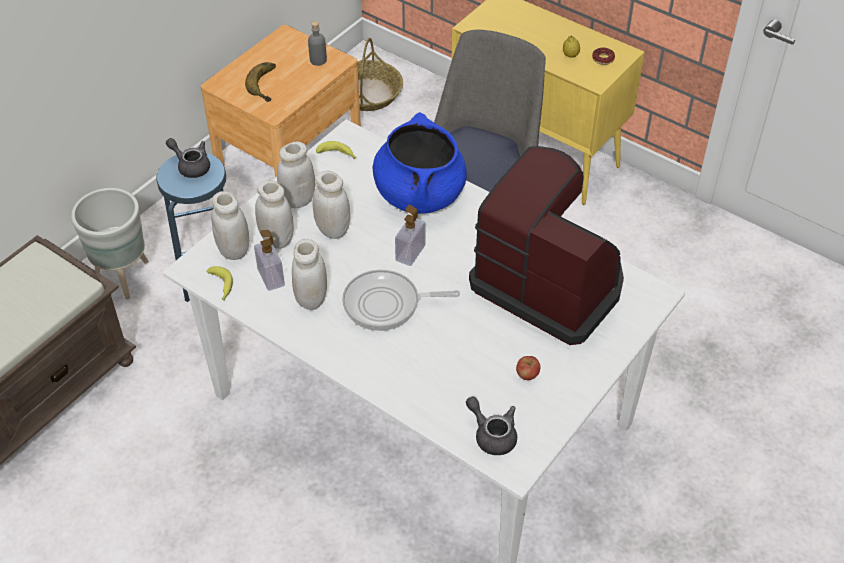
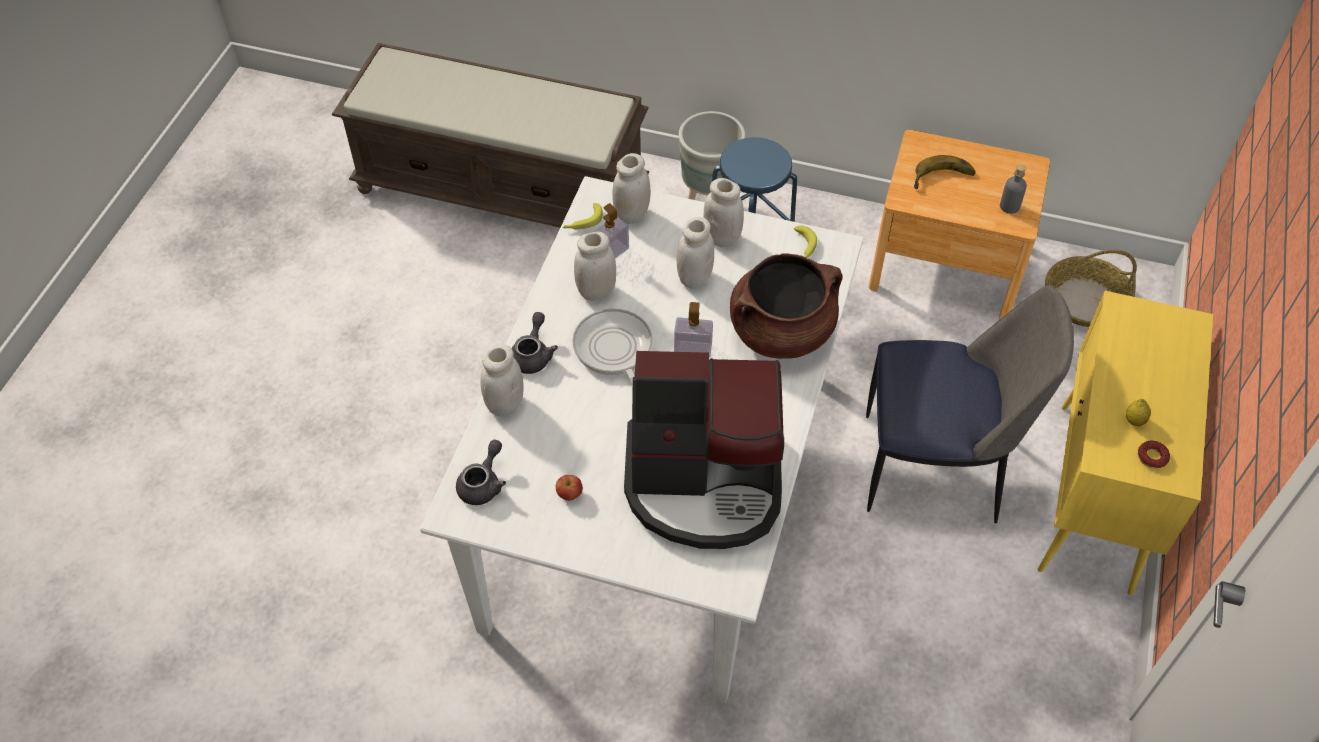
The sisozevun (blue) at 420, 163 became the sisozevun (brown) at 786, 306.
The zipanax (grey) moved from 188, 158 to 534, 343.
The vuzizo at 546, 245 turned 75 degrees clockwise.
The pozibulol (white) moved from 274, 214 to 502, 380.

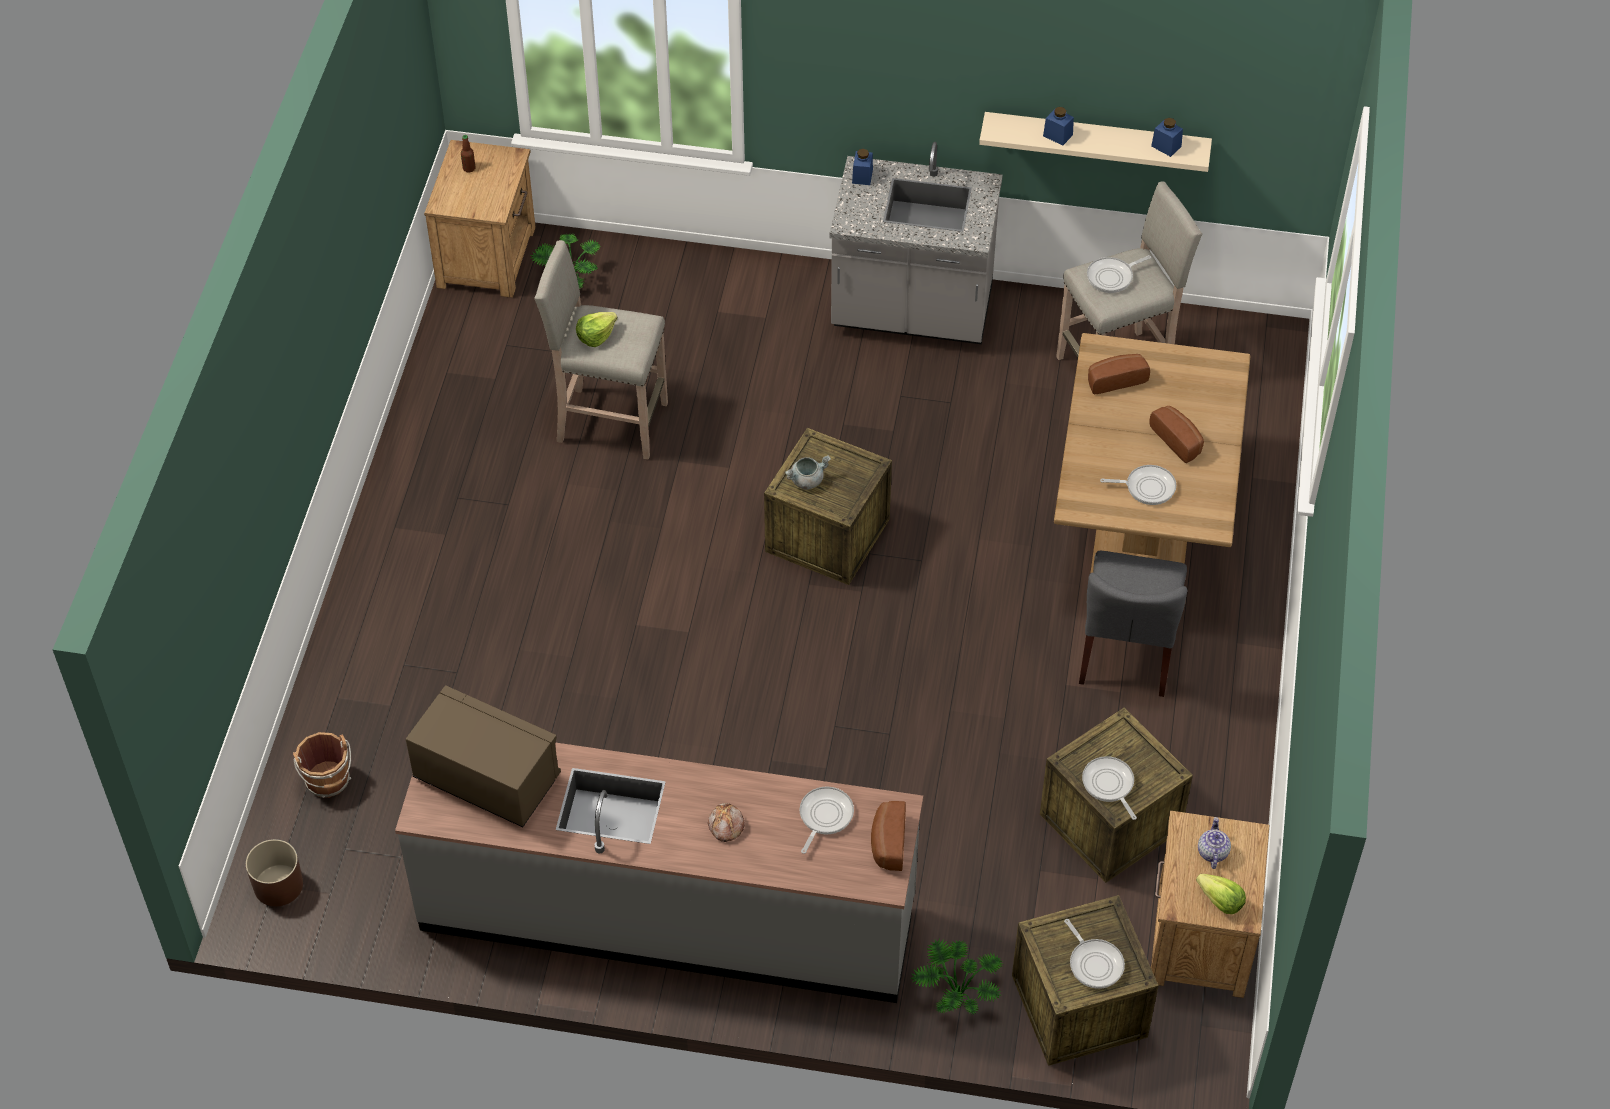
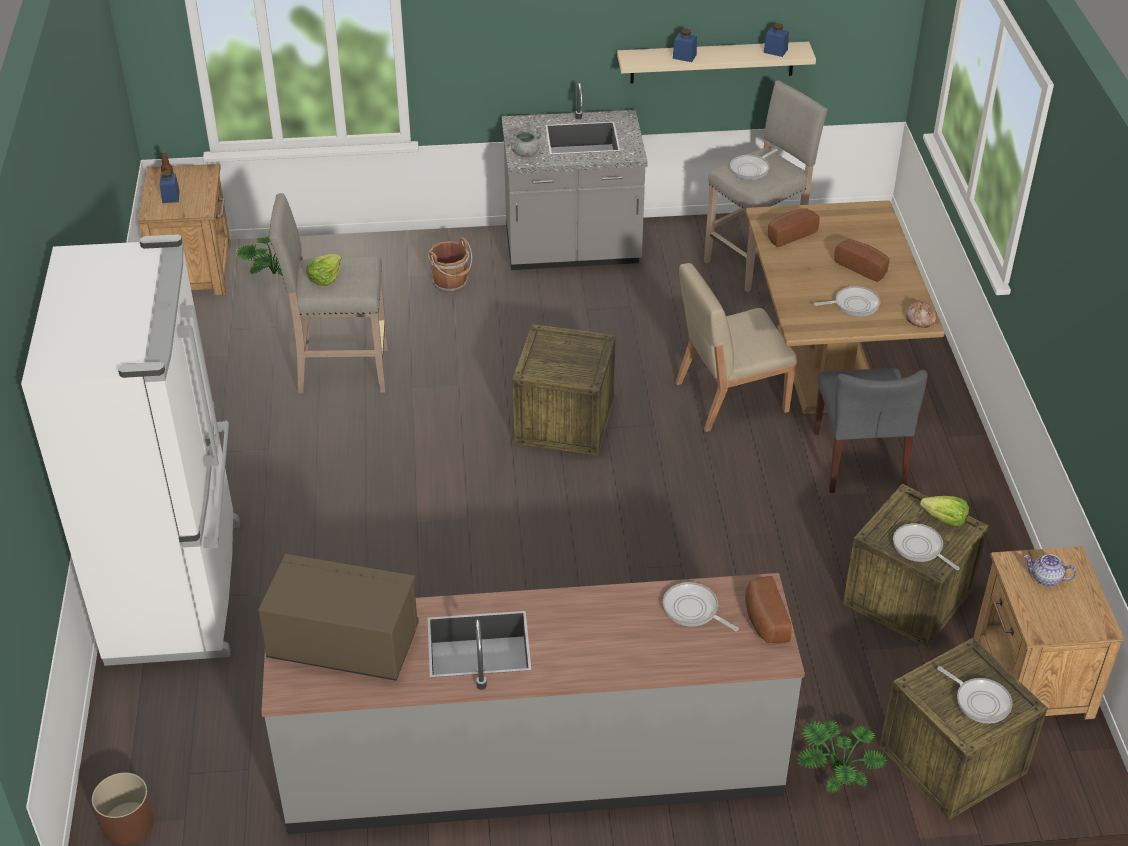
The pozibulol (blue) moved from 862, 167 to 170, 186.
The sisozevun (grey) moved from 808, 472 to 526, 141.
The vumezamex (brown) moved from 322, 765 to 450, 265.
The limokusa at 827, 820 turned 60 degrees counterclockwise.
The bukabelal moved from 726, 822 to 921, 314.
The zipanax at 1214, 843 turned 60 degrees counterclockwise.
The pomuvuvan moved from 1221, 894 to 944, 511.
The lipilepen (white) at 130, 450 appeared.
The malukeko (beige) at 736, 347 appeared.

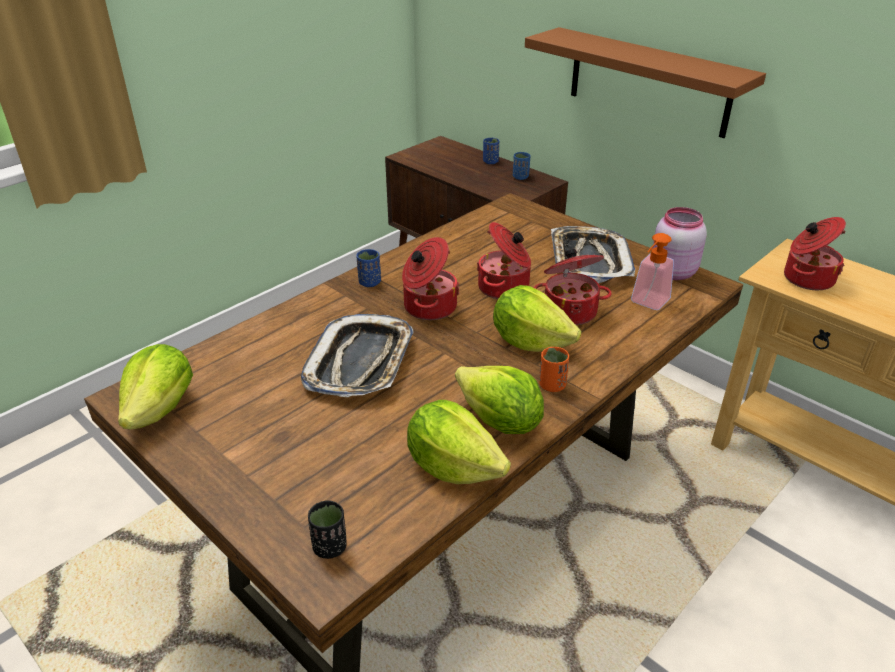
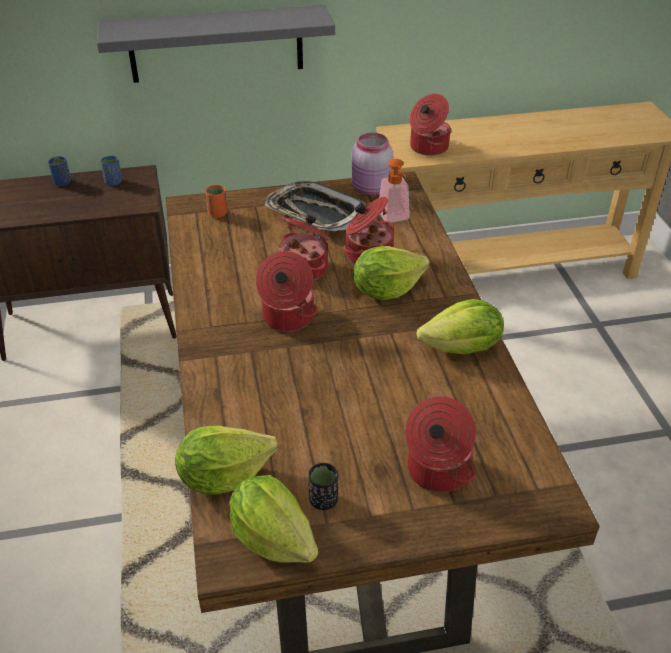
The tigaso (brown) at 645, 82 became the tigaso (grey) at 216, 44.
The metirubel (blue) at 368, 268 disappeared.
The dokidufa at 357, 355 disappeared.
The metirubel (orange) moved from 554, 369 to 216, 201.
The pomuvuvan moved from 459, 442 to 226, 460.
The metirubel (black) moved from 327, 529 to 323, 486.
The sisozevun at 440, 444 appeared.

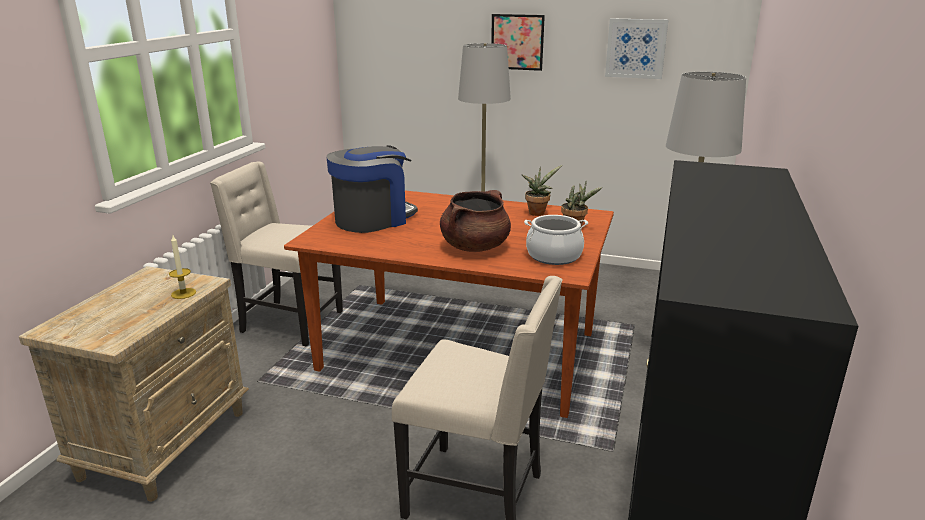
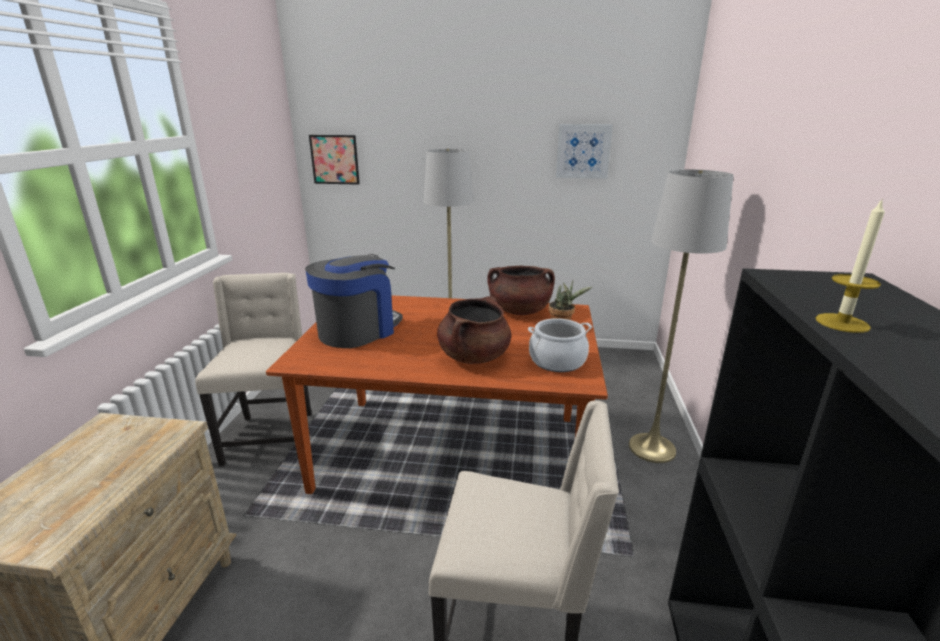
The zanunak moved from 518, 42 to 334, 160.
The malukeko (beige) at 276, 254 turned 75 degrees clockwise.
The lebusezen at 541, 190 was replaced by the sisozevun (brown) at 521, 290.
The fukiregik moved from 182, 267 to 850, 265.

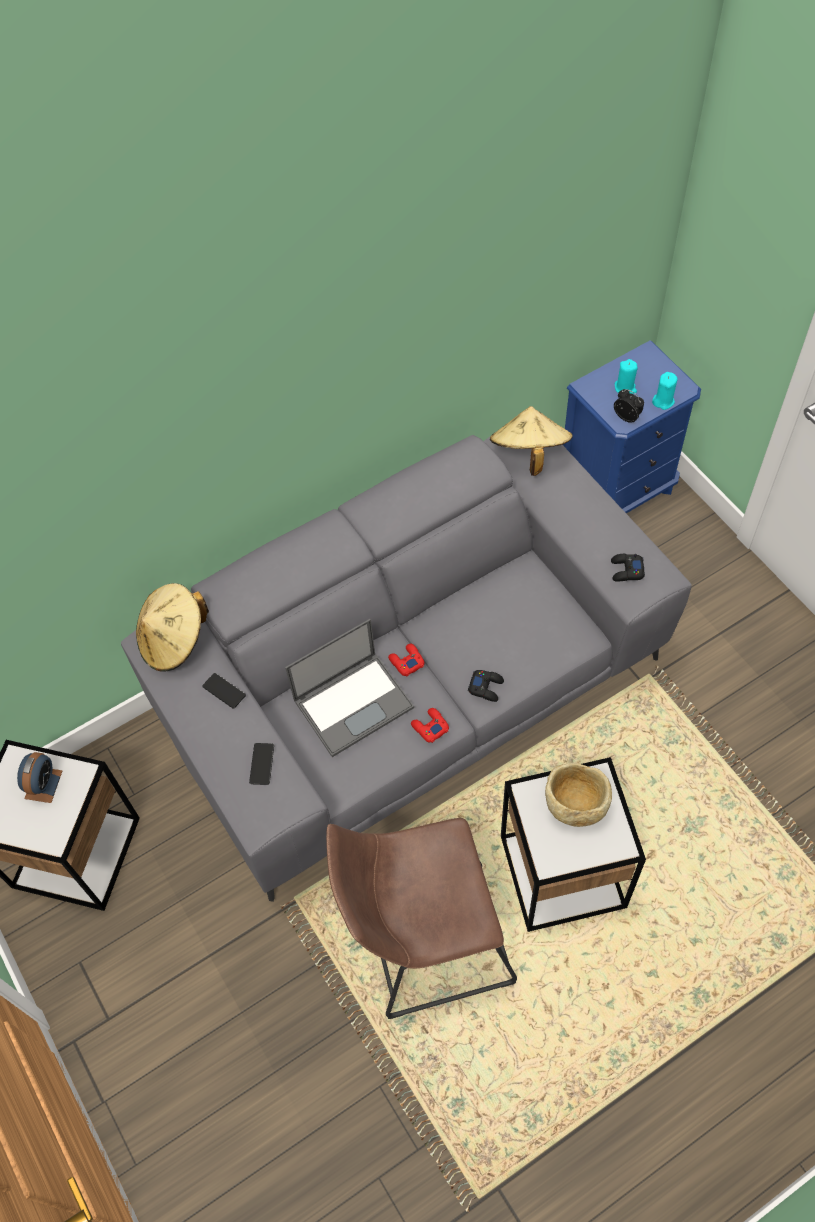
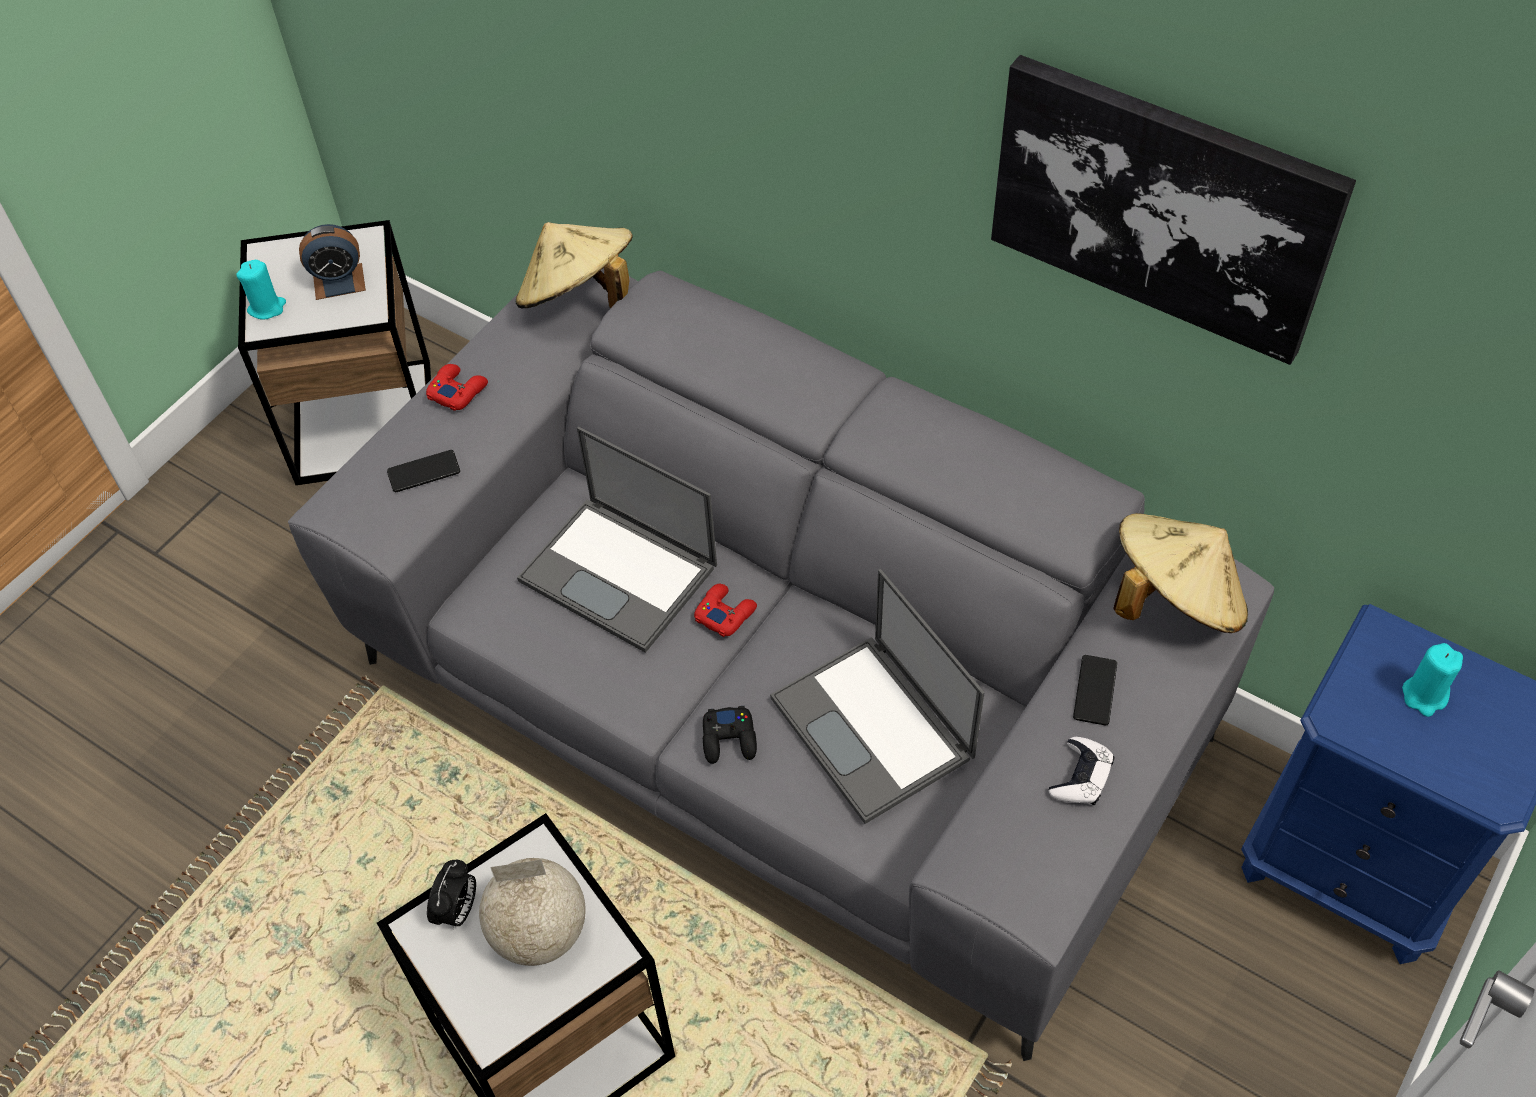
The fukiregik (turquoise) moved from 665, 391 to 261, 290.
The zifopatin moved from 629, 406 to 451, 894.
The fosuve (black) at 628, 568 disappeared.
The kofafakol moved from 224, 691 to 1095, 690.
The fosuve (red) moved from 430, 725 to 457, 387.
The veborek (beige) at 578, 795 was replaced by the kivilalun at 532, 912.
The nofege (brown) at 421, 918 disappeared.
The zanunak at 1173, 210 appeared.
The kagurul at 877, 696 appeared.
The fosuve (white) at 1081, 771 appeared.

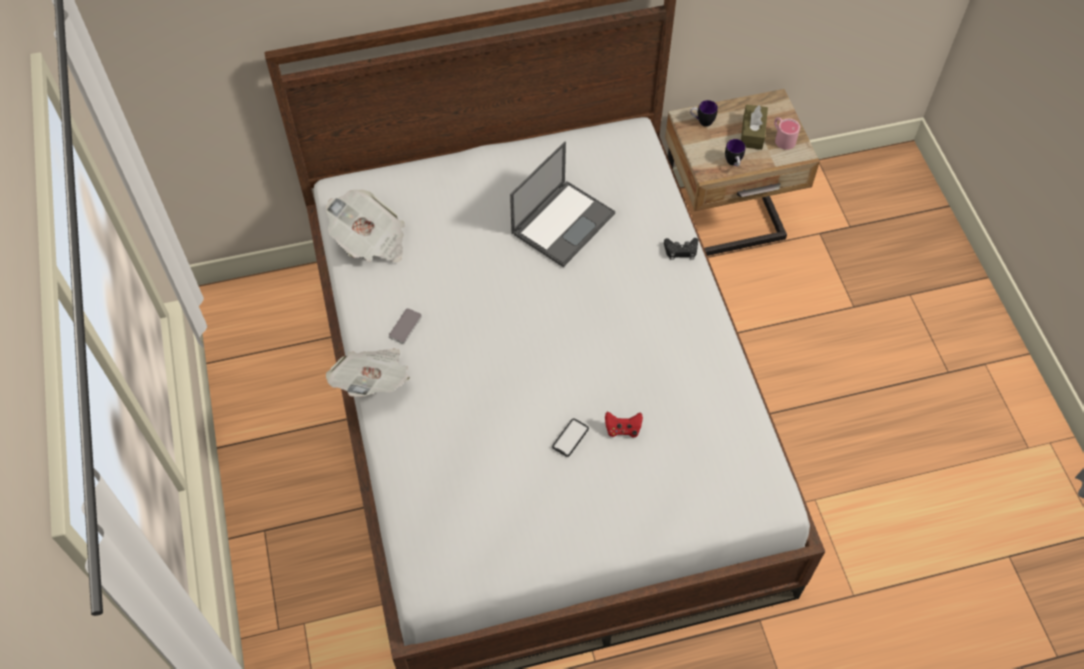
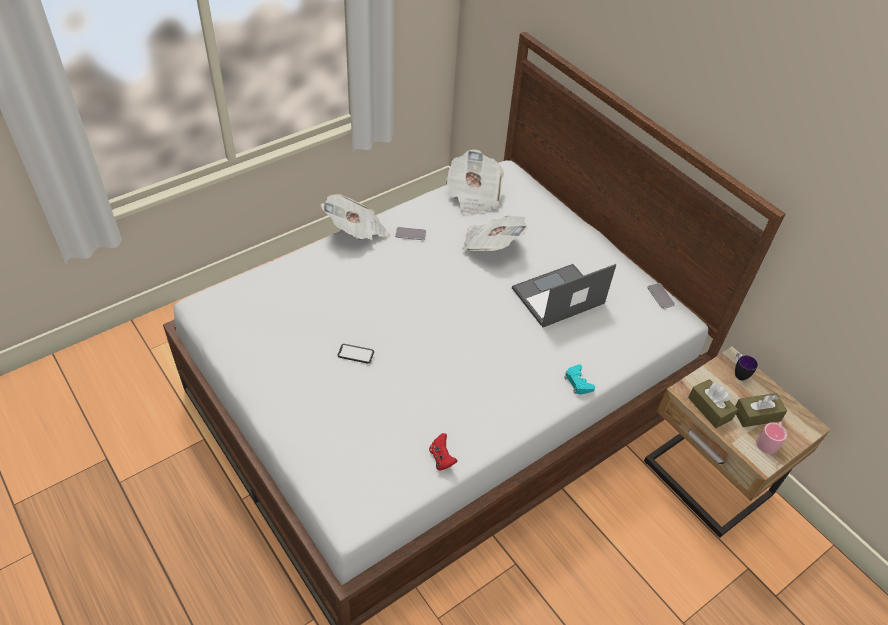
The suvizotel at 735, 153 was replaced by the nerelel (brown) at 713, 403.
The kagurul at 562, 204 turned 135 degrees clockwise.
The fosuve (black) at 681, 249 became the fosuve (turquoise) at 579, 379.
The fosuve (red) moved from 624, 424 to 443, 452.
The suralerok at 494, 233 appeared.
The kofafakol at 661, 296 appeared.

